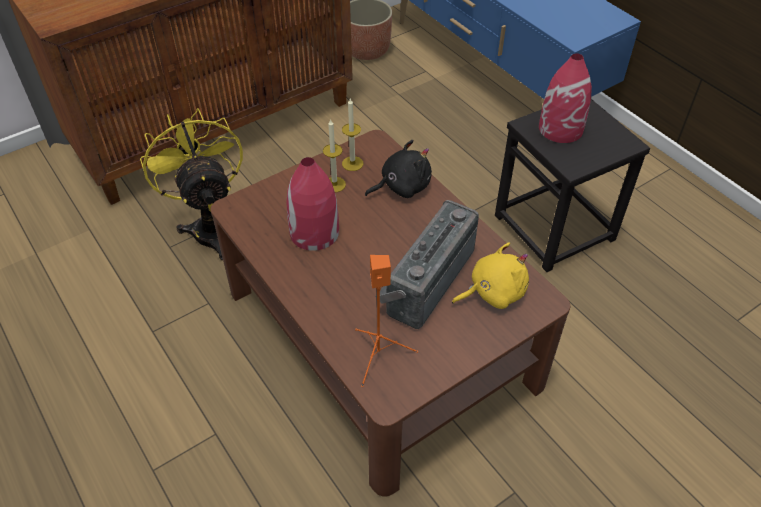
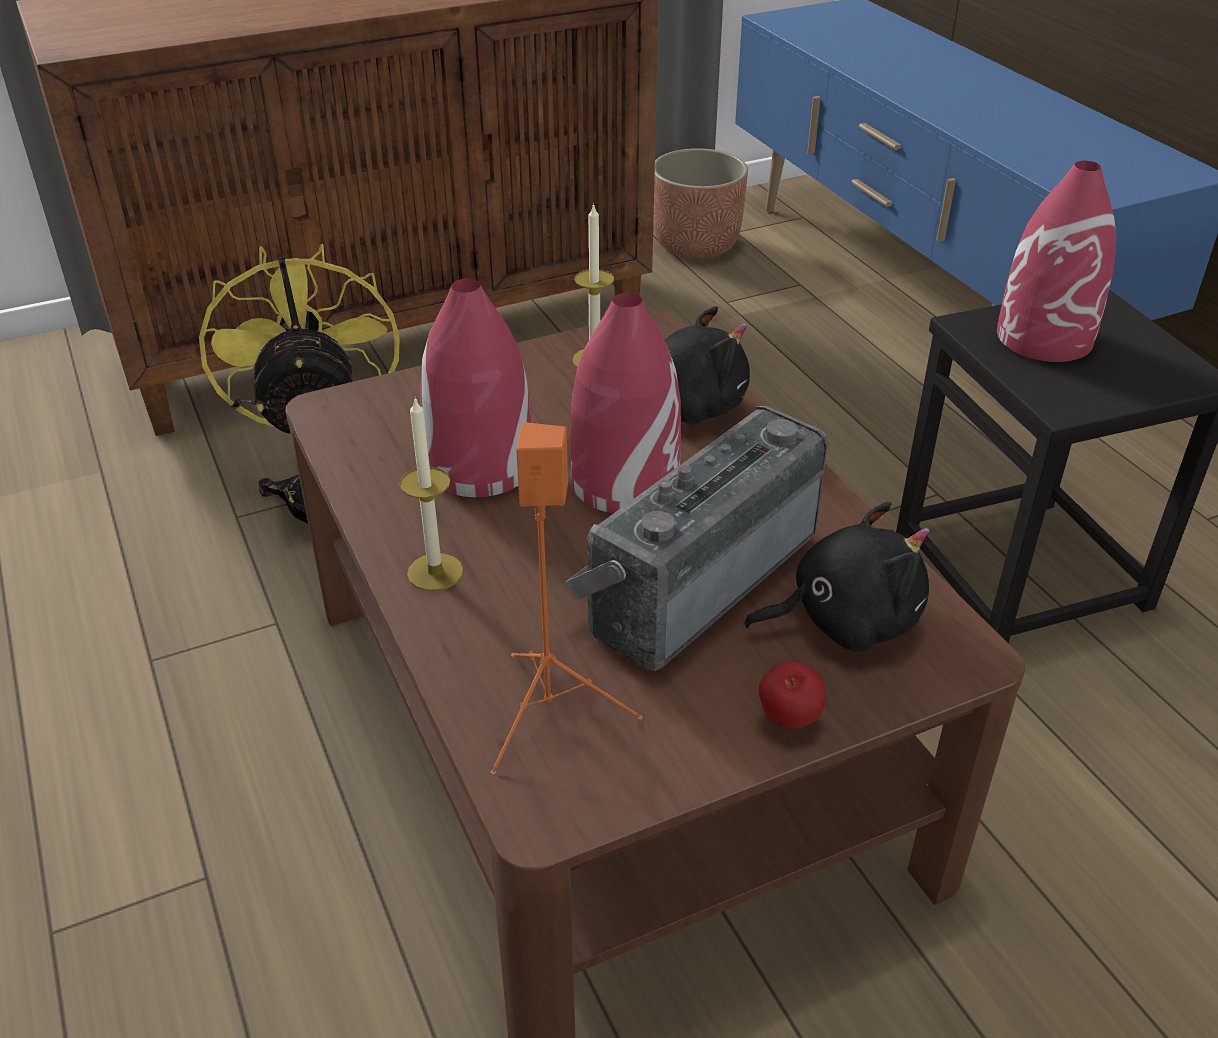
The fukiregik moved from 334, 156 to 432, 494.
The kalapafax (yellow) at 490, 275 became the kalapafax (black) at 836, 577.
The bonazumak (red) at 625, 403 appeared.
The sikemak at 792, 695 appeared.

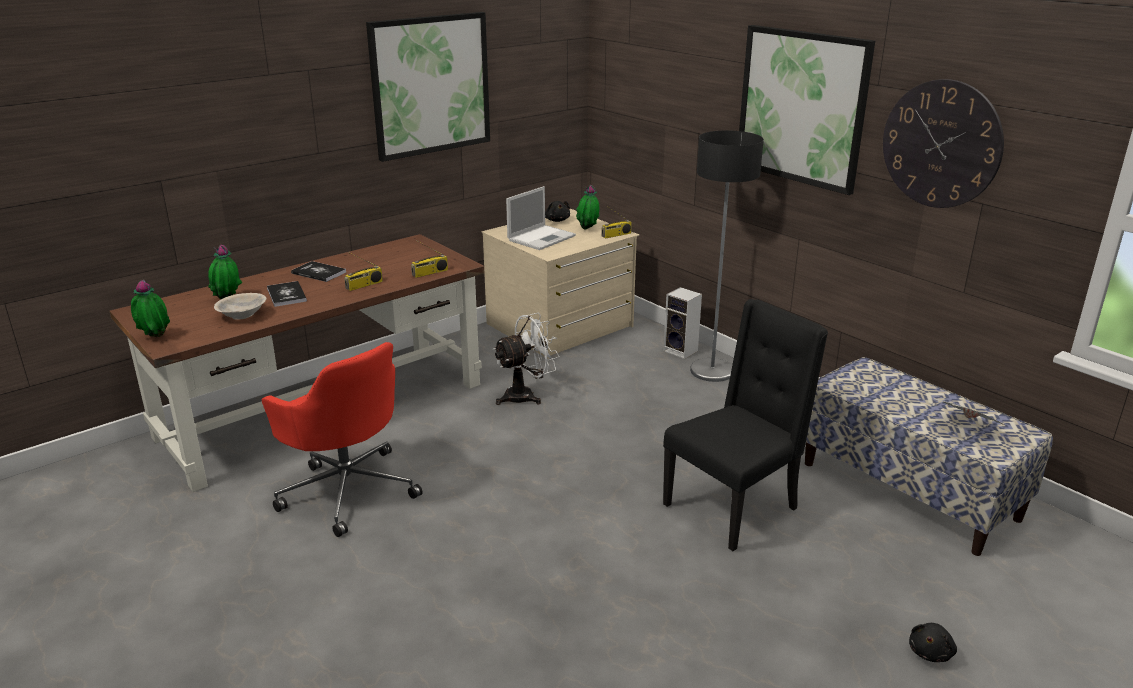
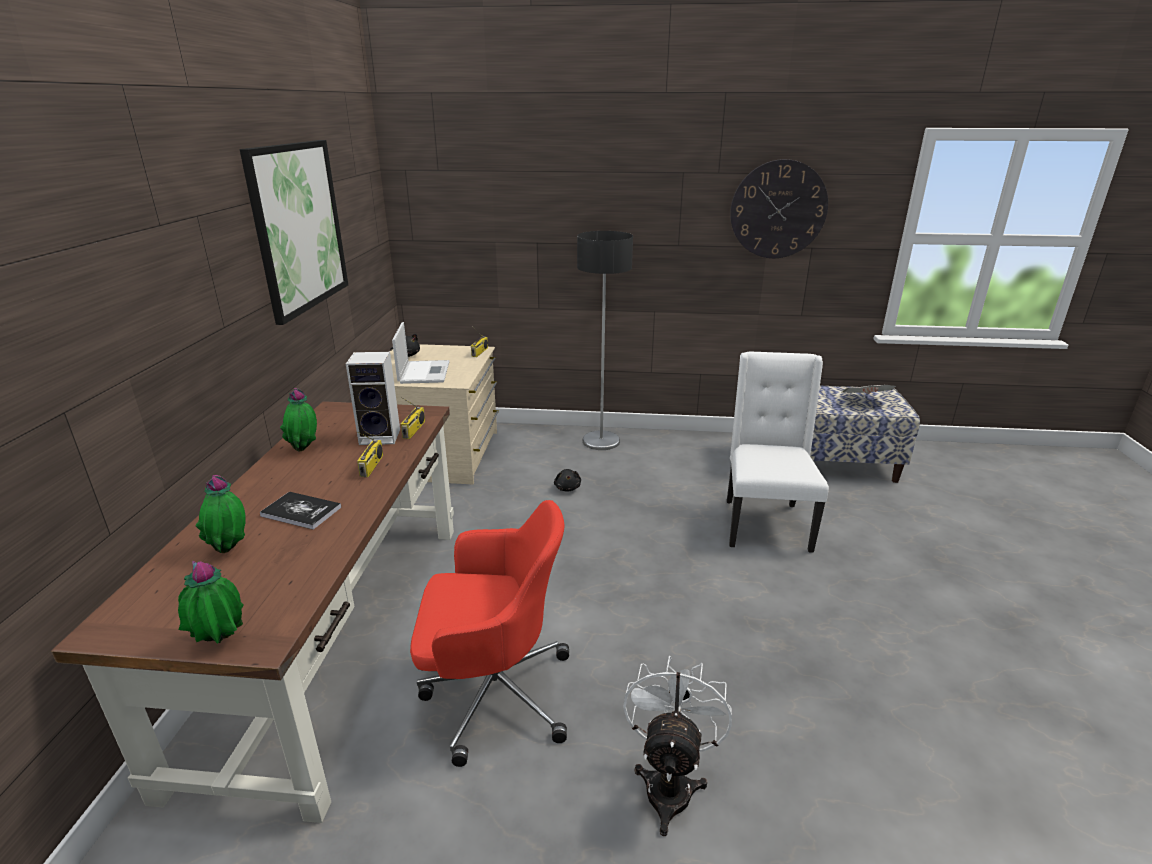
The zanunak at 807, 110 disappeared.
The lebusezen moved from 587, 207 to 298, 419.
The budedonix at 318, 271 disappeared.
The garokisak moved from 683, 323 to 373, 398.
The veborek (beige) at 240, 306 disappeared.
The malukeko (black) at 745, 425 became the malukeko (white) at 778, 452.
The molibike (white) moved from 526, 359 to 677, 746.
The kalapafax (black) moved from 933, 642 to 567, 480.

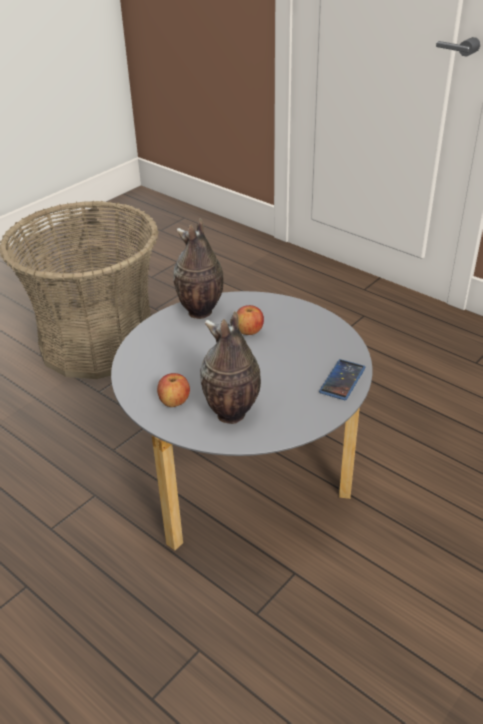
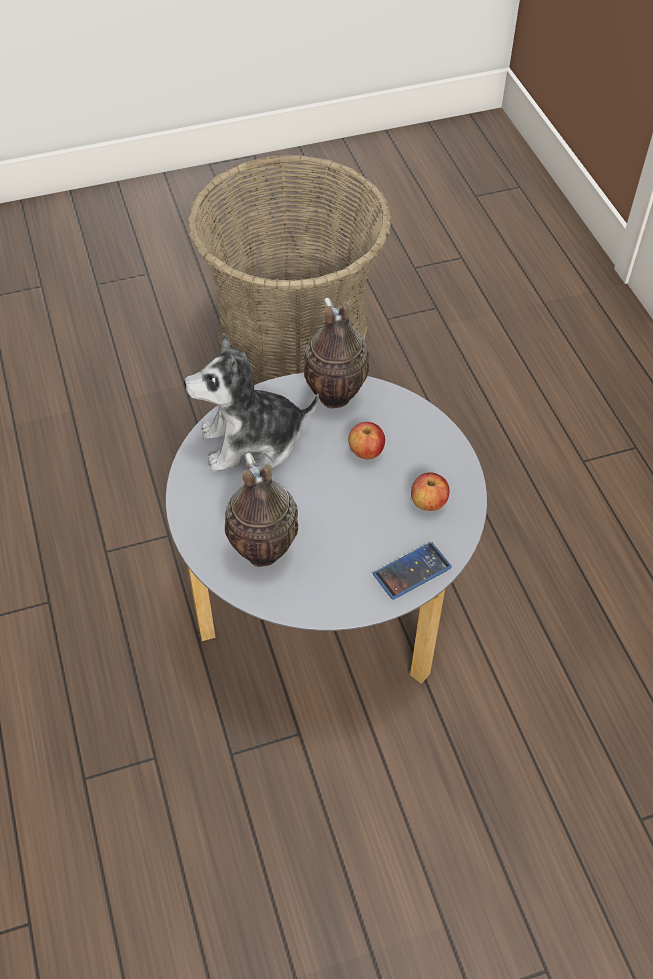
The sikemak moved from 173, 390 to 430, 491.
The kalapafax at 251, 402 appeared.

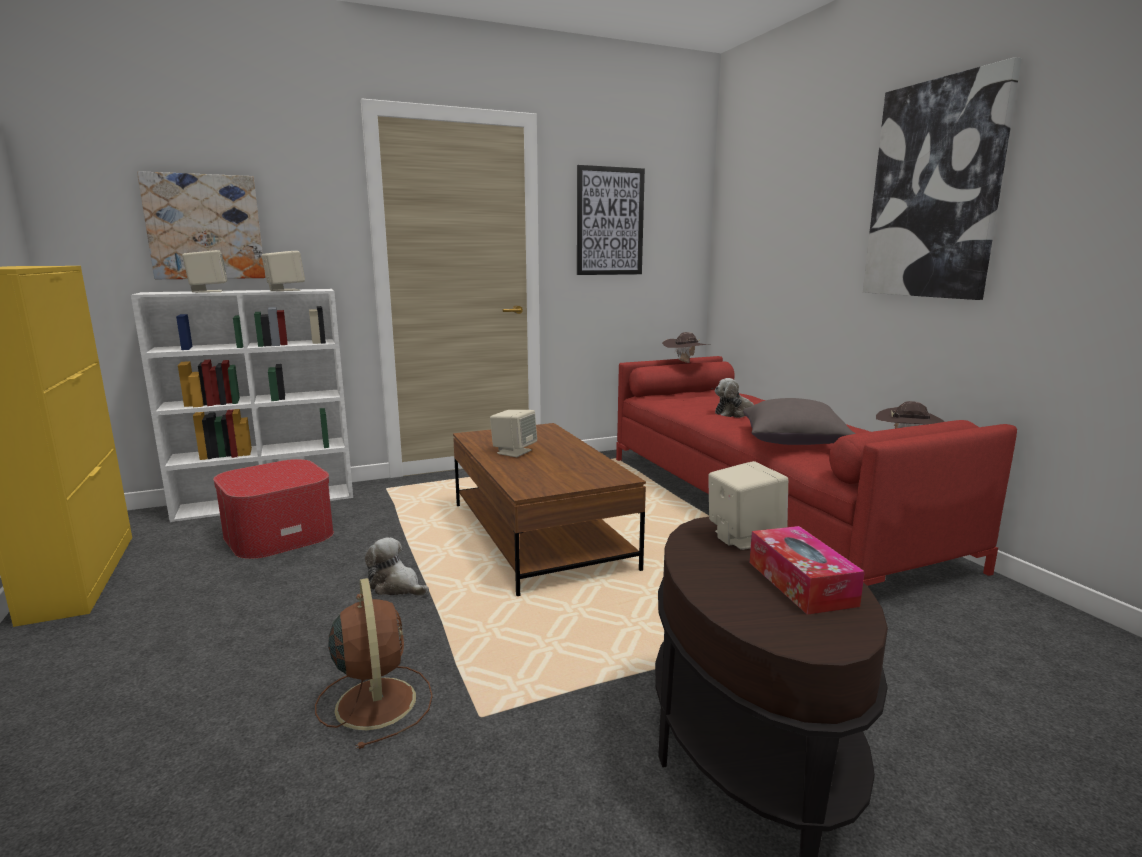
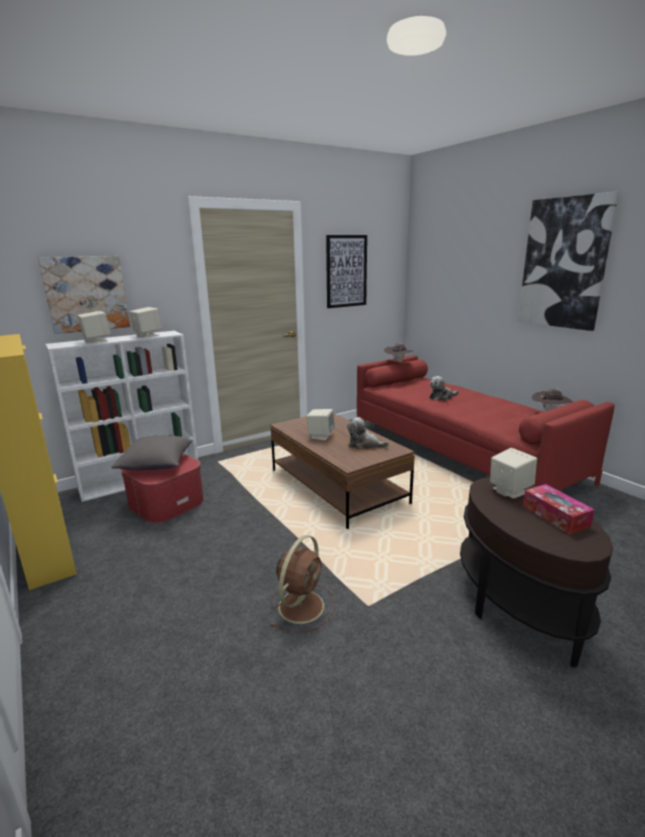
The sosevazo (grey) moved from 799, 421 to 152, 452.
The kalapafax moved from 397, 566 to 368, 433.
The molibike (brown) at 374, 663 turned 60 degrees clockwise.

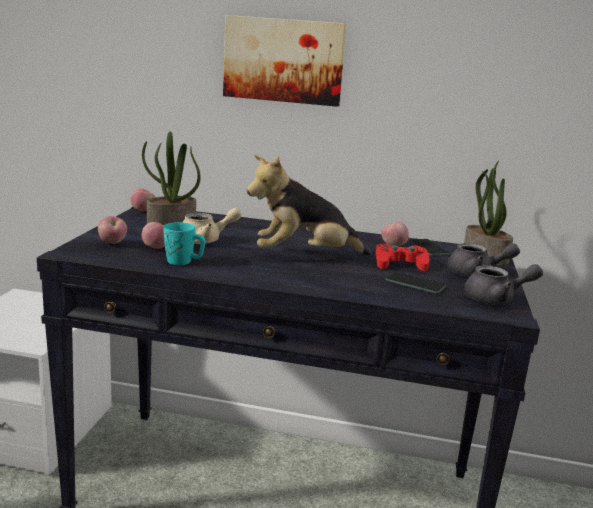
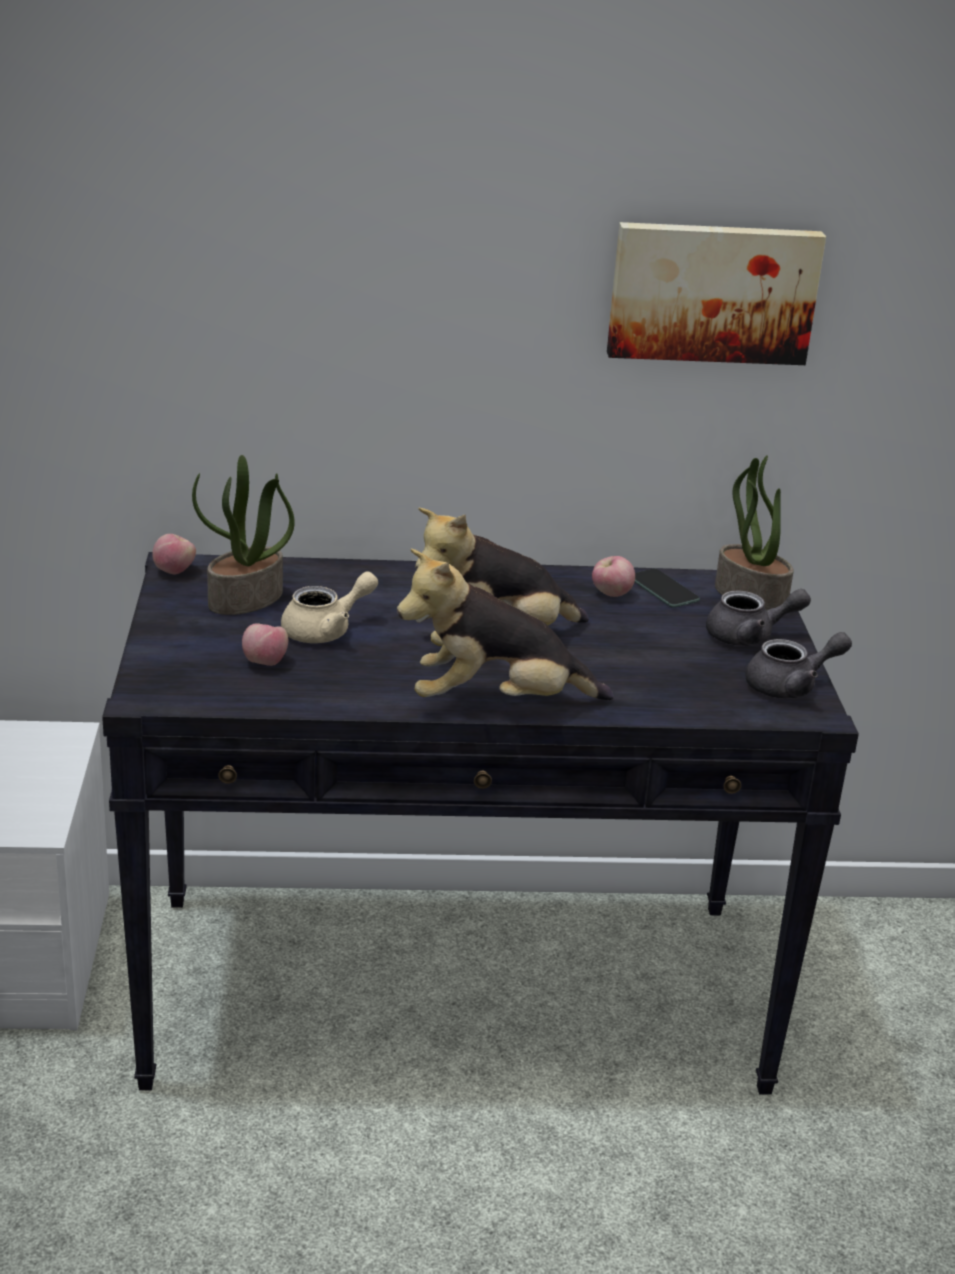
The zanunak moved from 285, 61 to 716, 293.
The sikemak at 112, 230 disappeared.
The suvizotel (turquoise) at 184, 243 disappeared.
The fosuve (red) at 403, 258 disappeared.
The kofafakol at 415, 283 disappeared.
The kalapafax at 505, 624 appeared.

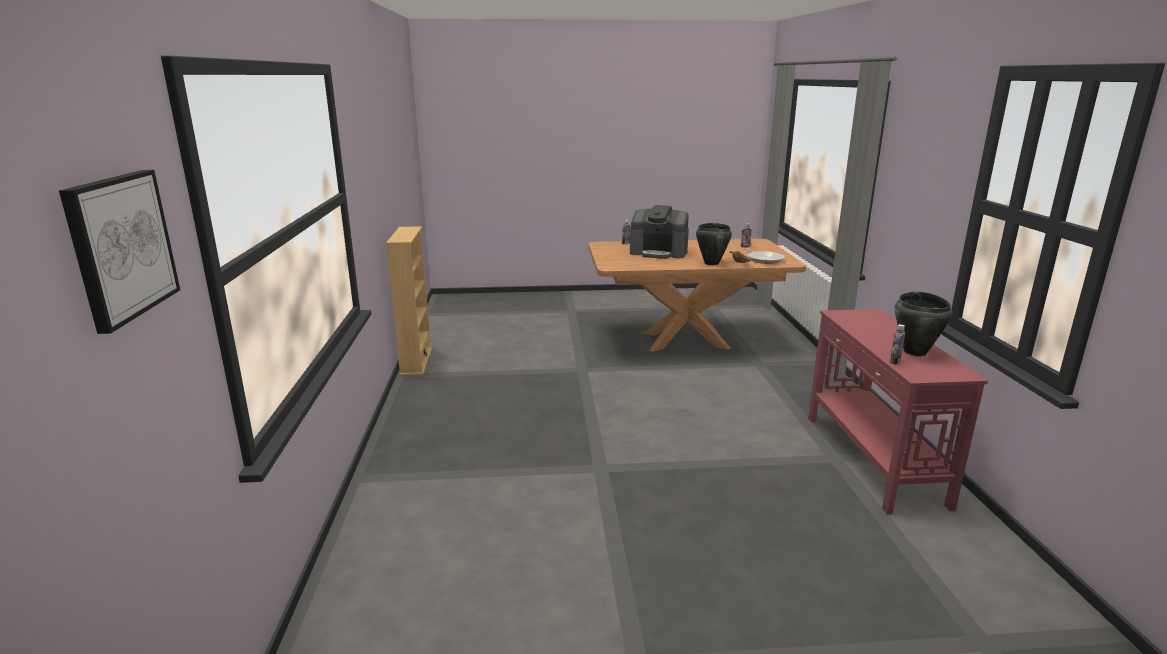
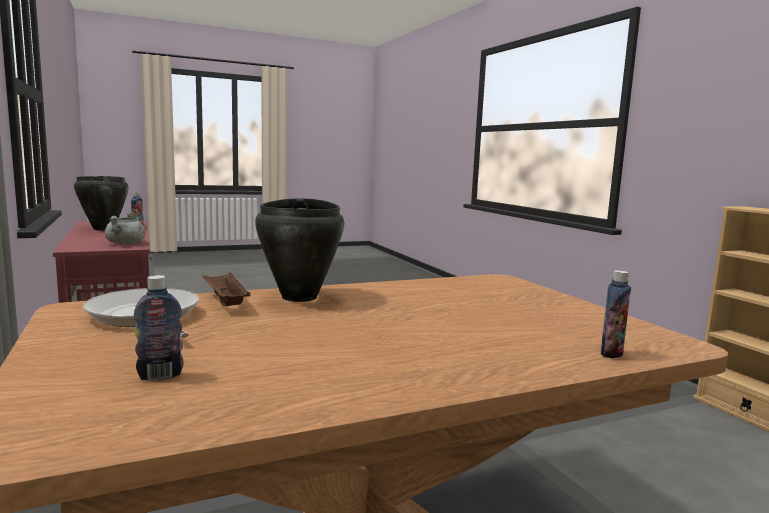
The zanunak at 119, 252 disappeared.
The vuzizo at 659, 232 disappeared.
The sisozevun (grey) at 125, 228 appeared.

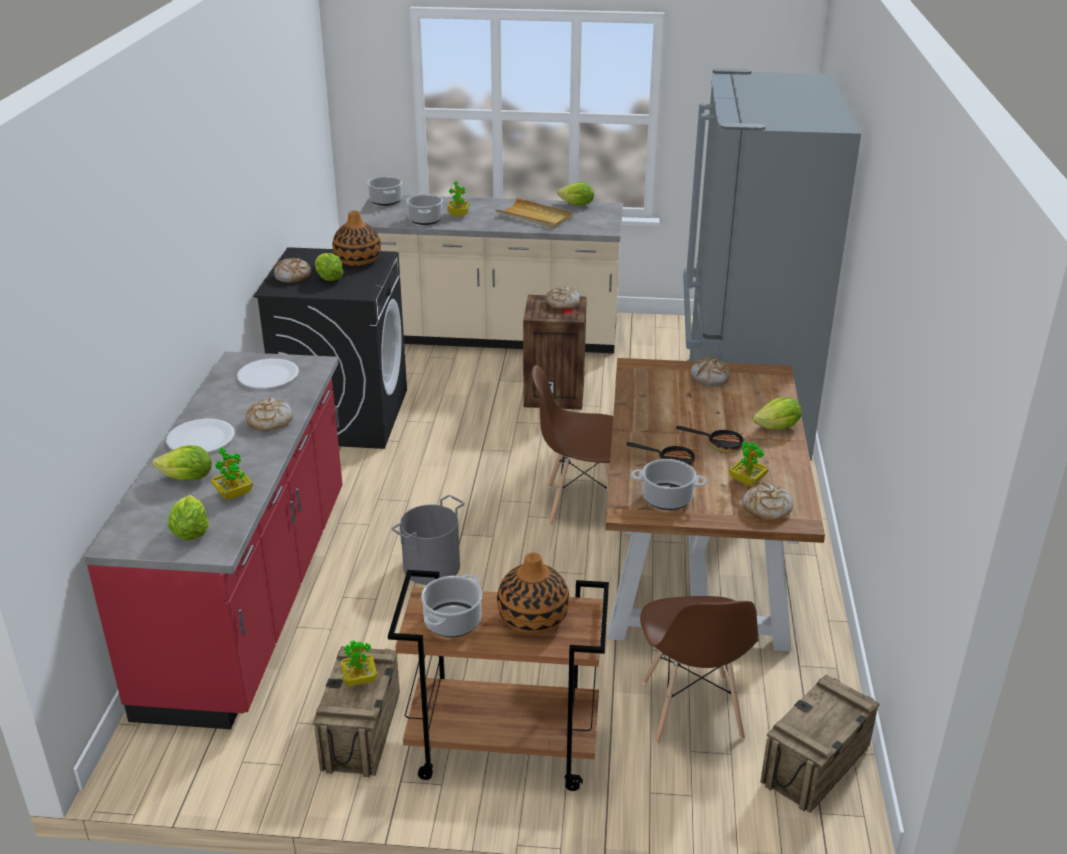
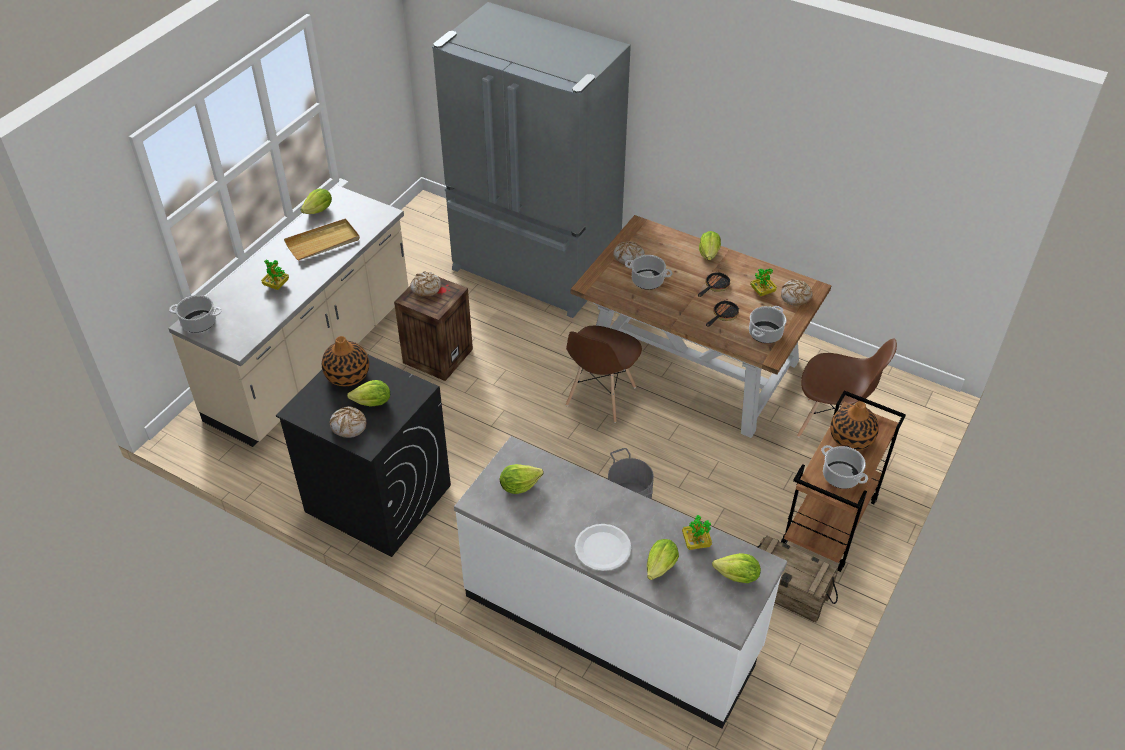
The sisozevun moved from 424, 209 to 648, 272.
The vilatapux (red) at 213, 540 became the vilatapux (white) at 620, 582.
The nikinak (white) at 268, 373 was replaced by the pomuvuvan at 521, 479.
The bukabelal at 269, 414 disappeared.
The lebusezen at 358, 663 disappeared.
The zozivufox at 820, 744 disappeared.

